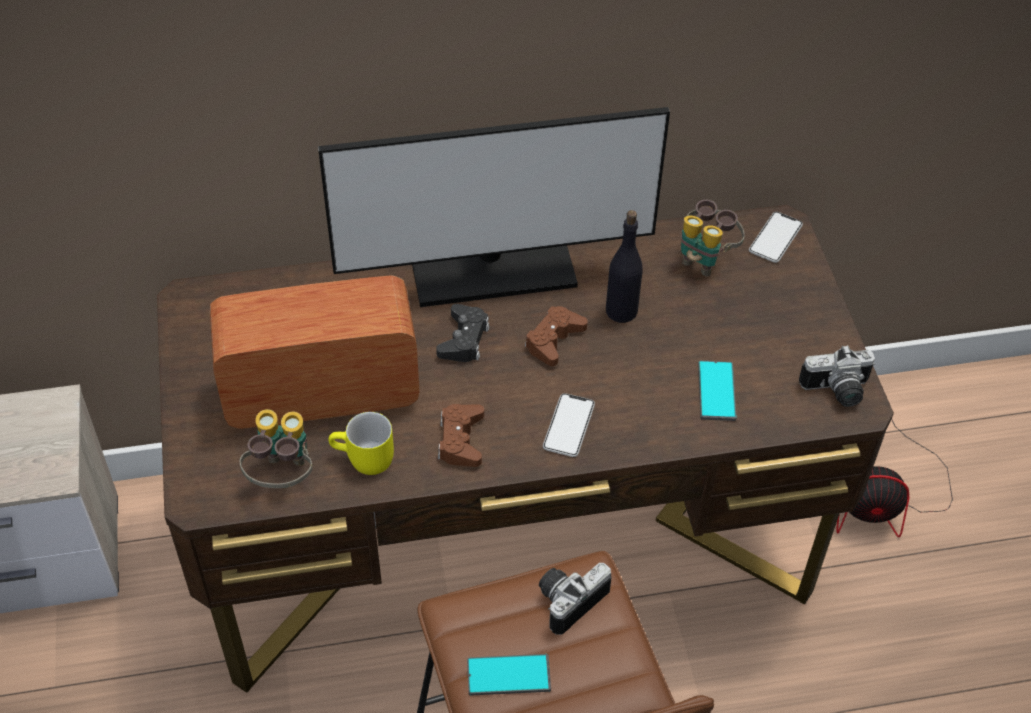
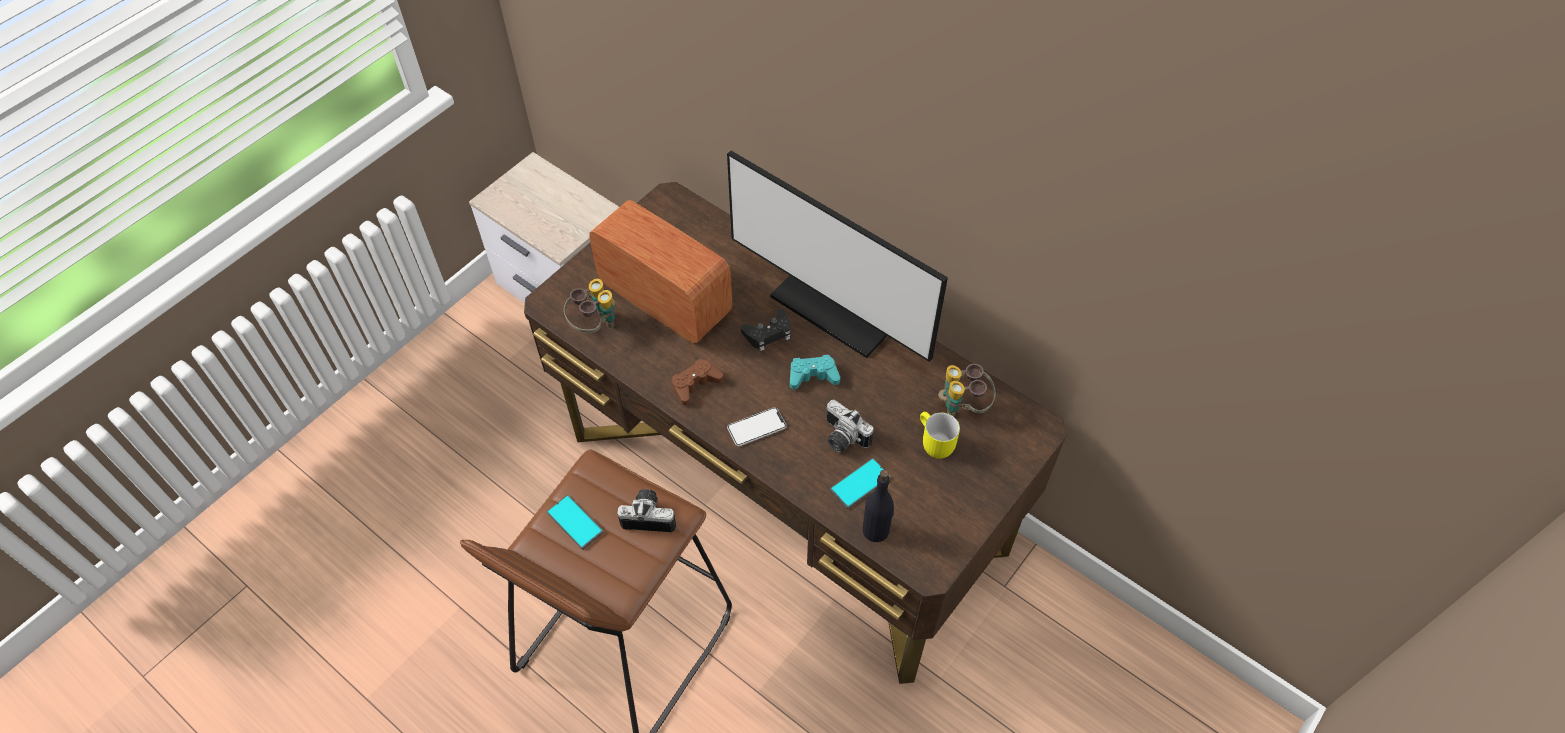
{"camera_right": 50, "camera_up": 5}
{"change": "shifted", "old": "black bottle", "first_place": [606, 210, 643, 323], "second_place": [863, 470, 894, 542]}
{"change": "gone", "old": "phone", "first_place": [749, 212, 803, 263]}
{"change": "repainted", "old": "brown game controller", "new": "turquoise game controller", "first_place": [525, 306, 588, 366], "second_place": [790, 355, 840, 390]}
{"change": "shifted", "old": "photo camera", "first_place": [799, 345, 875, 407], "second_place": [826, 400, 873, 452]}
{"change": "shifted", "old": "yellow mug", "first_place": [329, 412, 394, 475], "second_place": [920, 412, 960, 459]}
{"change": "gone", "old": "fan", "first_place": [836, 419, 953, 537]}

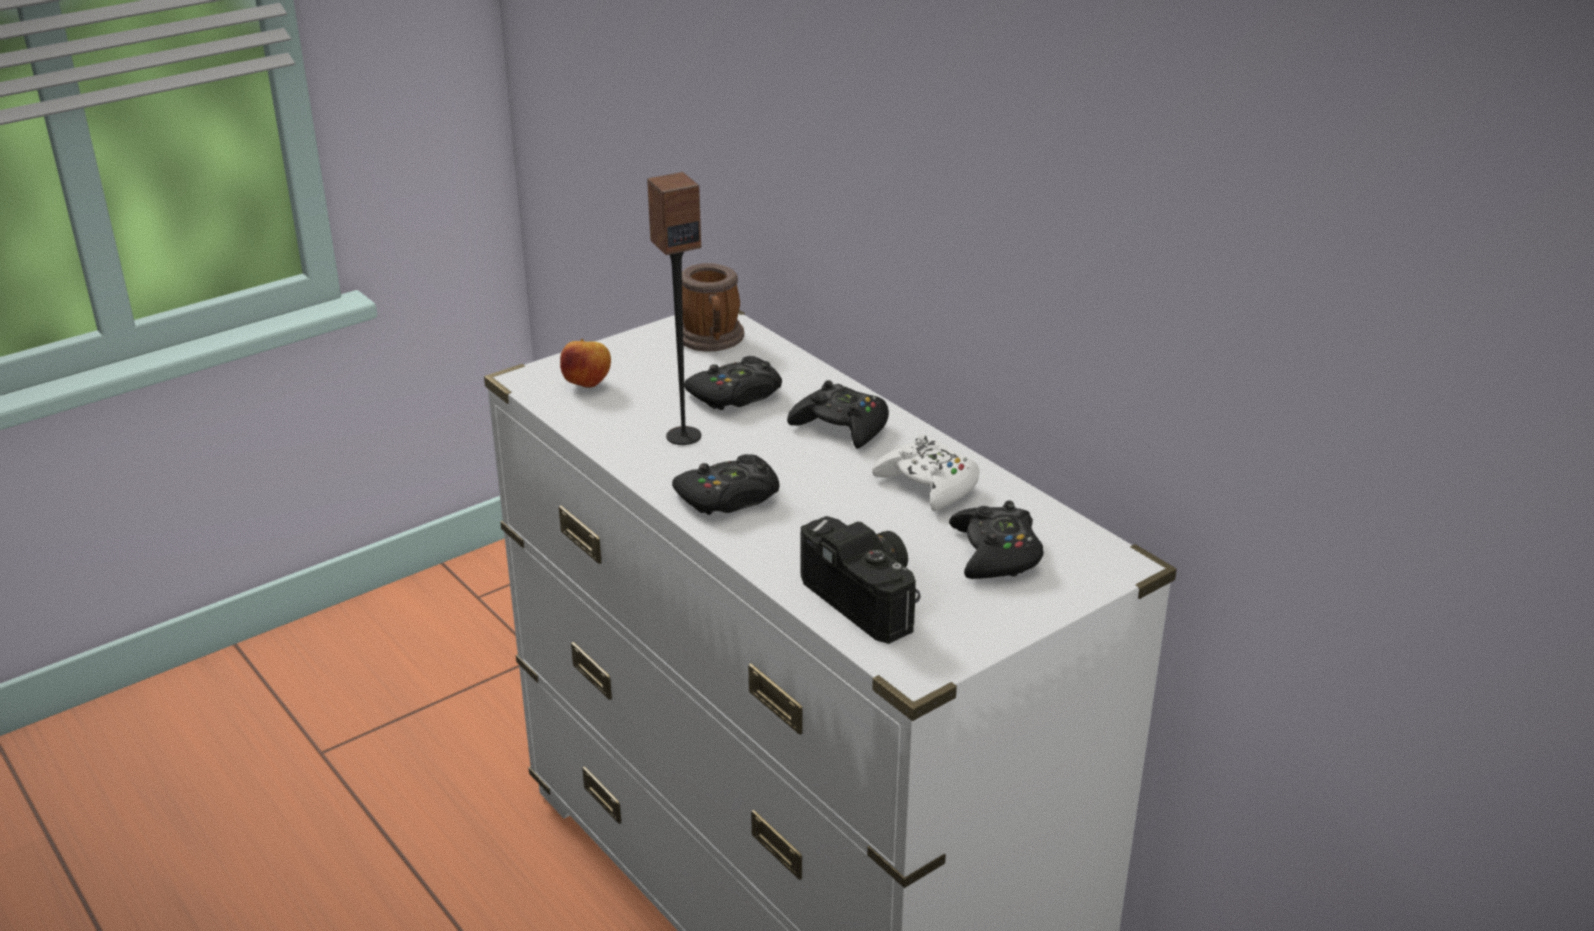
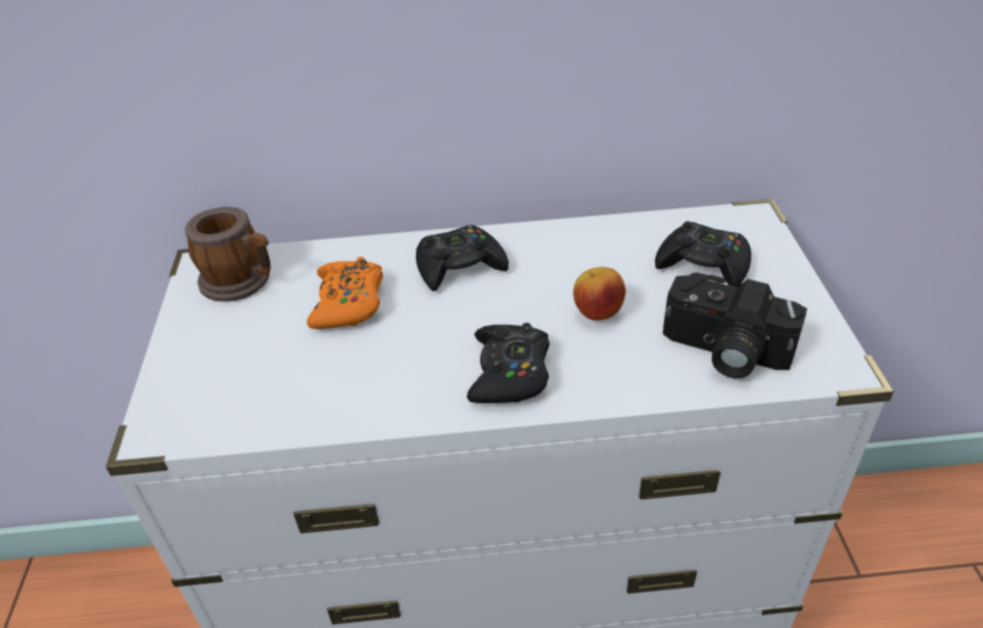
{"camera_right": -55, "camera_up": 10}
{"change": "gone", "old": "speaker", "first_place": [647, 172, 701, 445]}
{"change": "shifted", "old": "apple", "first_place": [560, 339, 611, 388], "second_place": [573, 267, 626, 320]}
{"change": "repainted", "old": "black game controller", "new": "orange game controller", "first_place": [684, 356, 782, 410], "second_place": [307, 257, 383, 329]}
{"change": "gone", "old": "white game controller", "first_place": [872, 434, 980, 511]}
{"change": "rotated", "old": "photo camera", "first_place": [800, 516, 921, 644], "second_place": [663, 272, 807, 378], "degrees": -150}

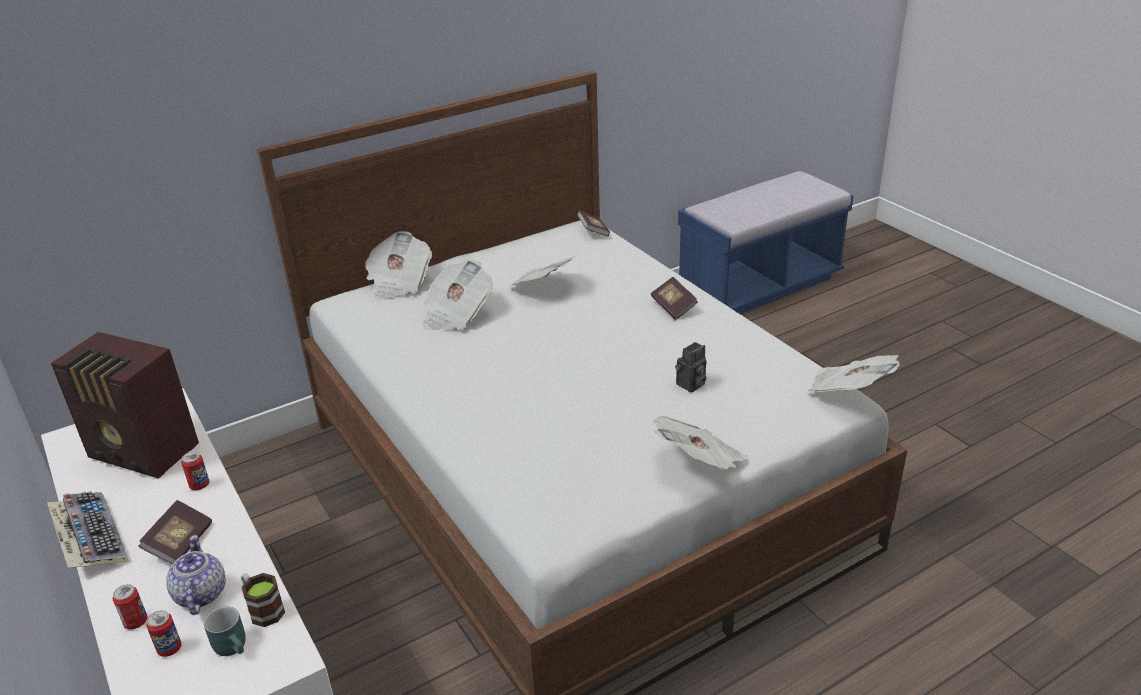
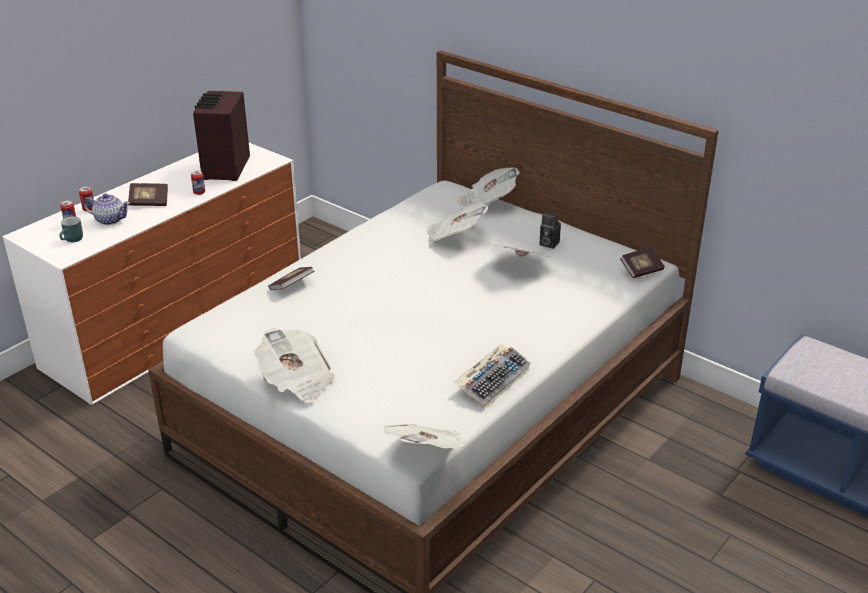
{"camera_right": 70, "camera_up": 0}
{"change": "shifted", "old": "book", "first_place": [651, 277, 698, 320], "second_place": [268, 267, 314, 290]}
{"change": "shifted", "old": "photo camera", "first_place": [675, 342, 706, 392], "second_place": [540, 212, 561, 249]}
{"change": "shifted", "old": "keyboard", "first_place": [47, 491, 129, 568], "second_place": [454, 344, 531, 409]}
{"change": "rotated", "old": "teapot", "first_place": [166, 535, 226, 615], "second_place": [84, 193, 130, 225], "degrees": 45}
{"change": "gone", "old": "mug", "first_place": [241, 573, 285, 627]}

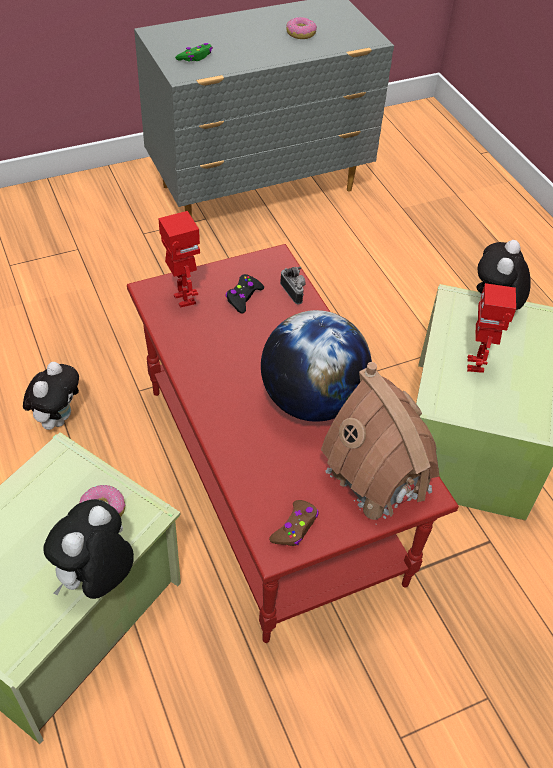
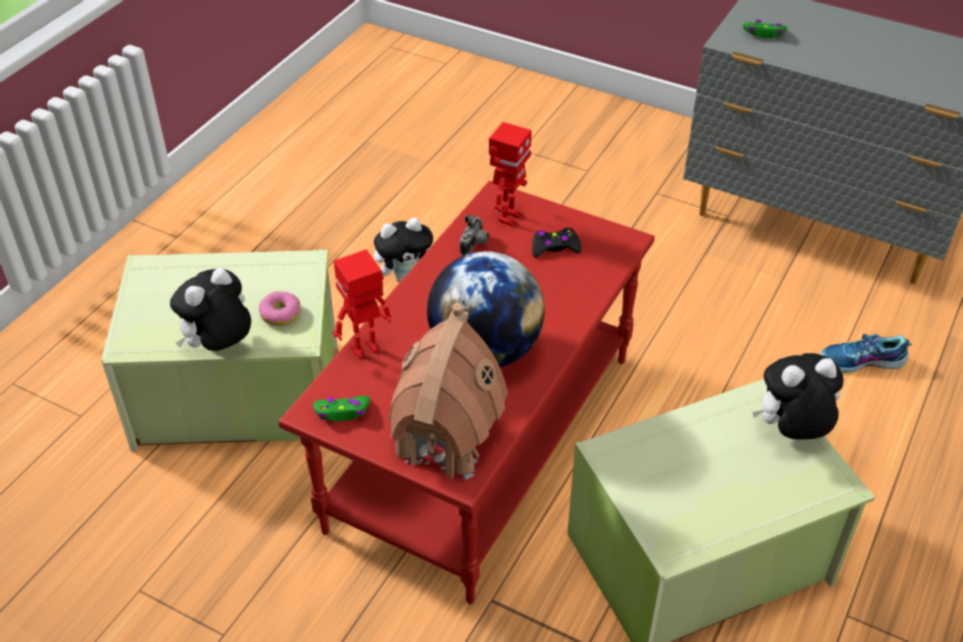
{"camera_right": 55, "camera_up": -5}
{"change": "gone", "old": "donut", "first_place": [286, 17, 317, 39]}
{"change": "shifted", "old": "photo camera", "first_place": [280, 267, 306, 304], "second_place": [460, 214, 489, 256]}
{"change": "shifted", "old": "toy robot", "first_place": [467, 283, 516, 373], "second_place": [332, 249, 391, 359]}
{"change": "rotated", "old": "plush toy", "first_place": [43, 499, 134, 599], "second_place": [170, 268, 251, 351], "degrees": -45}
{"change": "repainted", "old": "brown game controller", "new": "green game controller", "first_place": [269, 500, 319, 546], "second_place": [313, 396, 370, 421]}
{"change": "new", "new": "shoe", "second_place": [820, 334, 912, 373]}

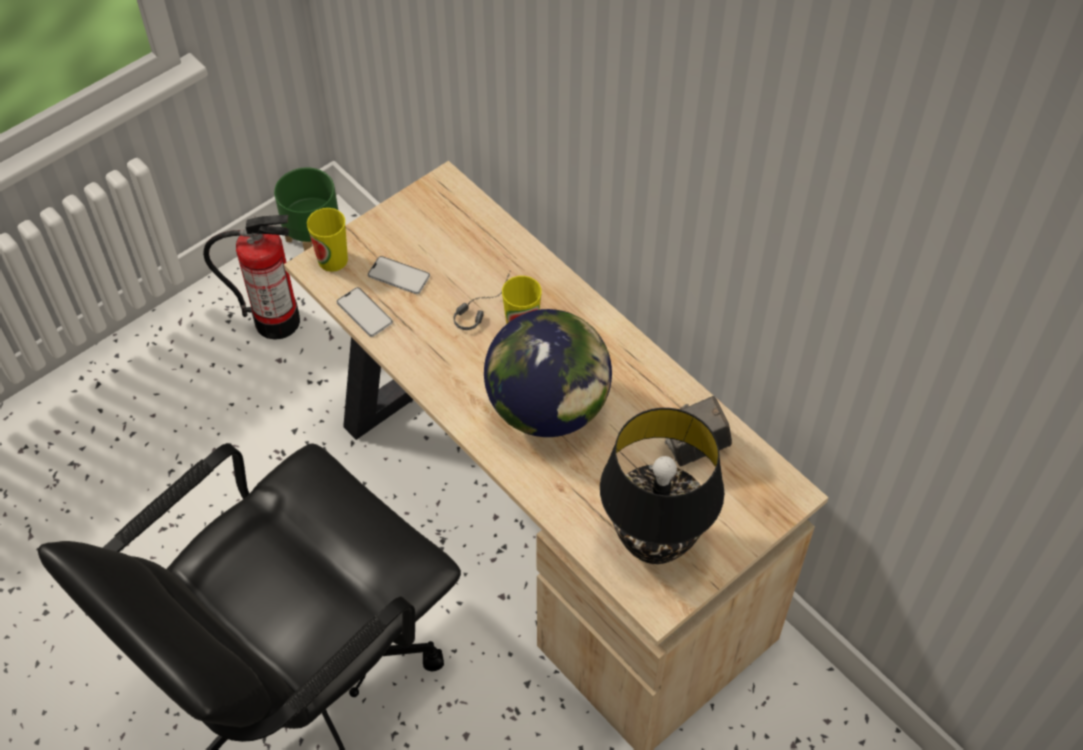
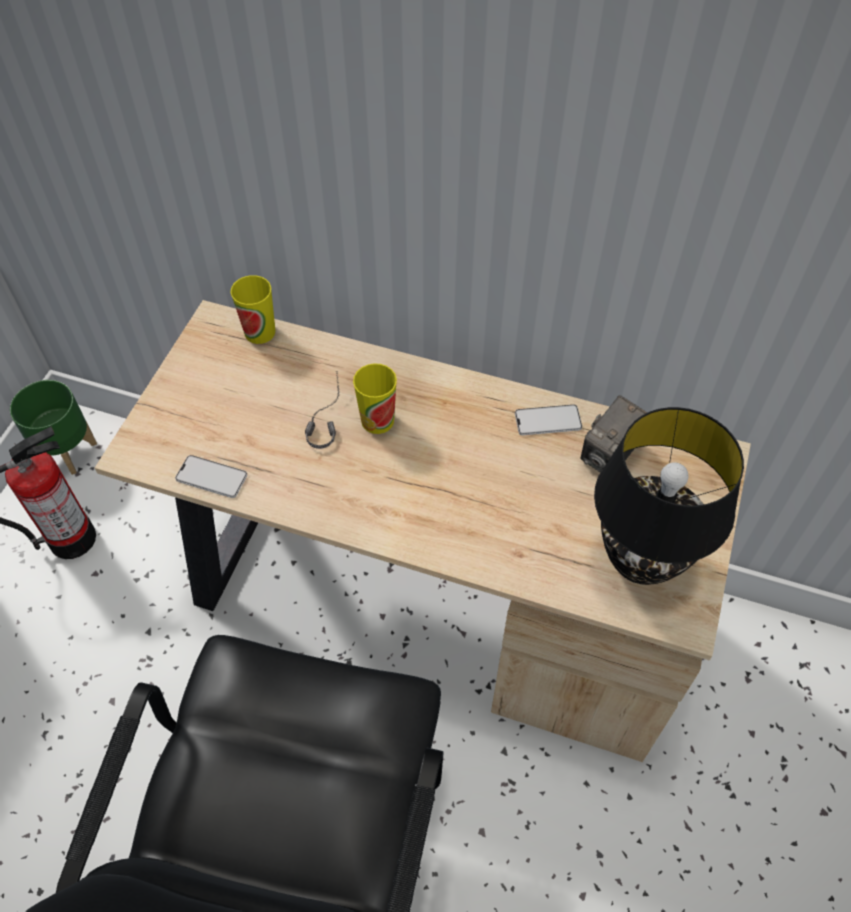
{"camera_right": -30, "camera_up": 0}
{"change": "shifted", "old": "cup", "first_place": [307, 208, 348, 272], "second_place": [230, 275, 275, 344]}
{"change": "shifted", "old": "phone", "first_place": [368, 256, 430, 294], "second_place": [515, 405, 582, 435]}
{"change": "gone", "old": "globe", "first_place": [484, 309, 612, 437]}

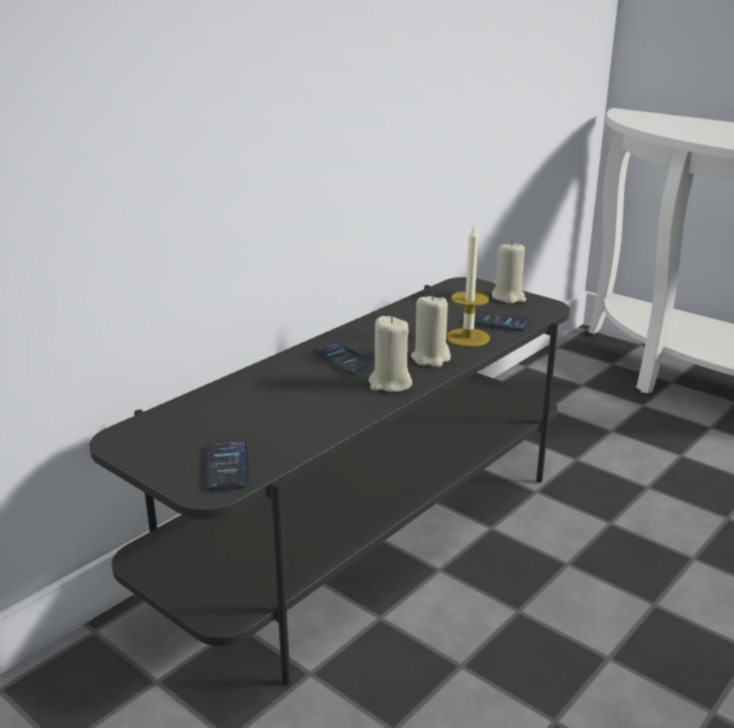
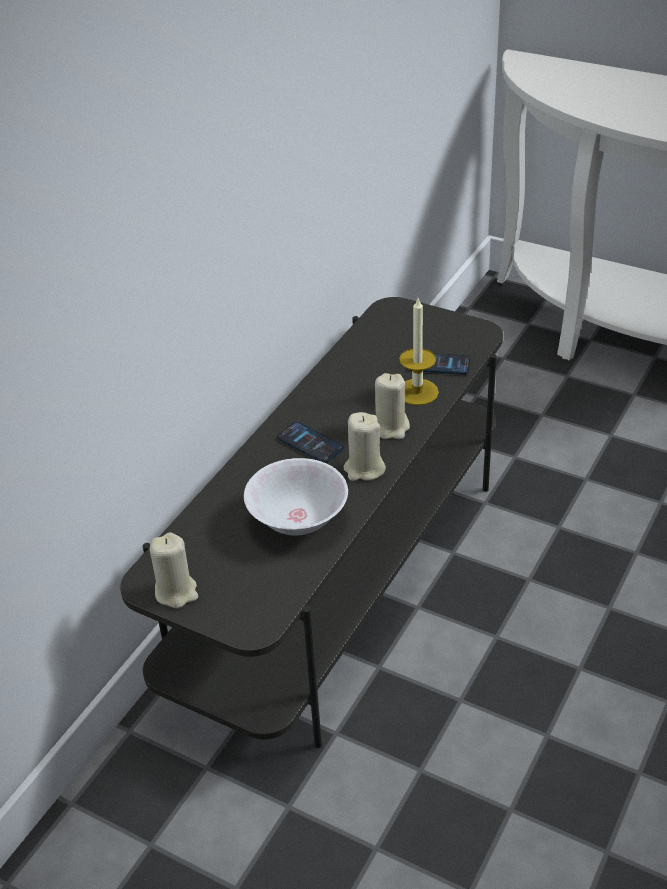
{"camera_right": -10, "camera_up": 15}
{"change": "shifted", "old": "beige candle", "first_place": [492, 241, 526, 304], "second_place": [149, 532, 198, 608]}
{"change": "gone", "old": "phone", "first_place": [205, 440, 250, 491]}
{"change": "new", "new": "white bowl", "second_place": [244, 458, 348, 536]}

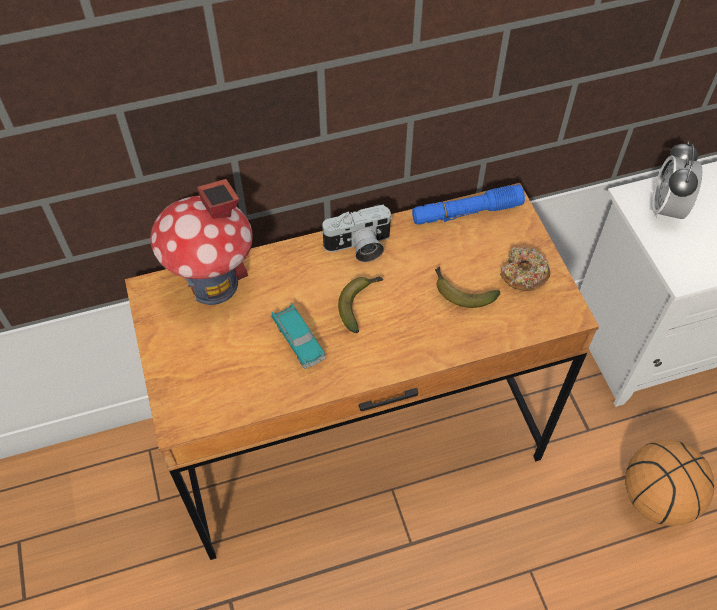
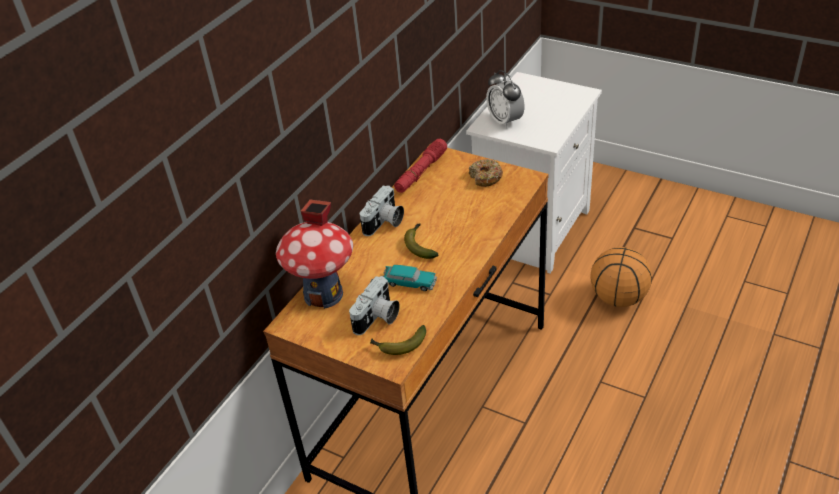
{"camera_right": -40, "camera_up": -15}
{"change": "repainted", "old": "blue flashlight", "new": "red flashlight", "first_place": [412, 185, 525, 225], "second_place": [394, 139, 447, 193]}
{"change": "shifted", "old": "banana", "first_place": [435, 267, 500, 308], "second_place": [370, 325, 426, 355]}
{"change": "new", "new": "photo camera", "second_place": [349, 276, 400, 335]}

